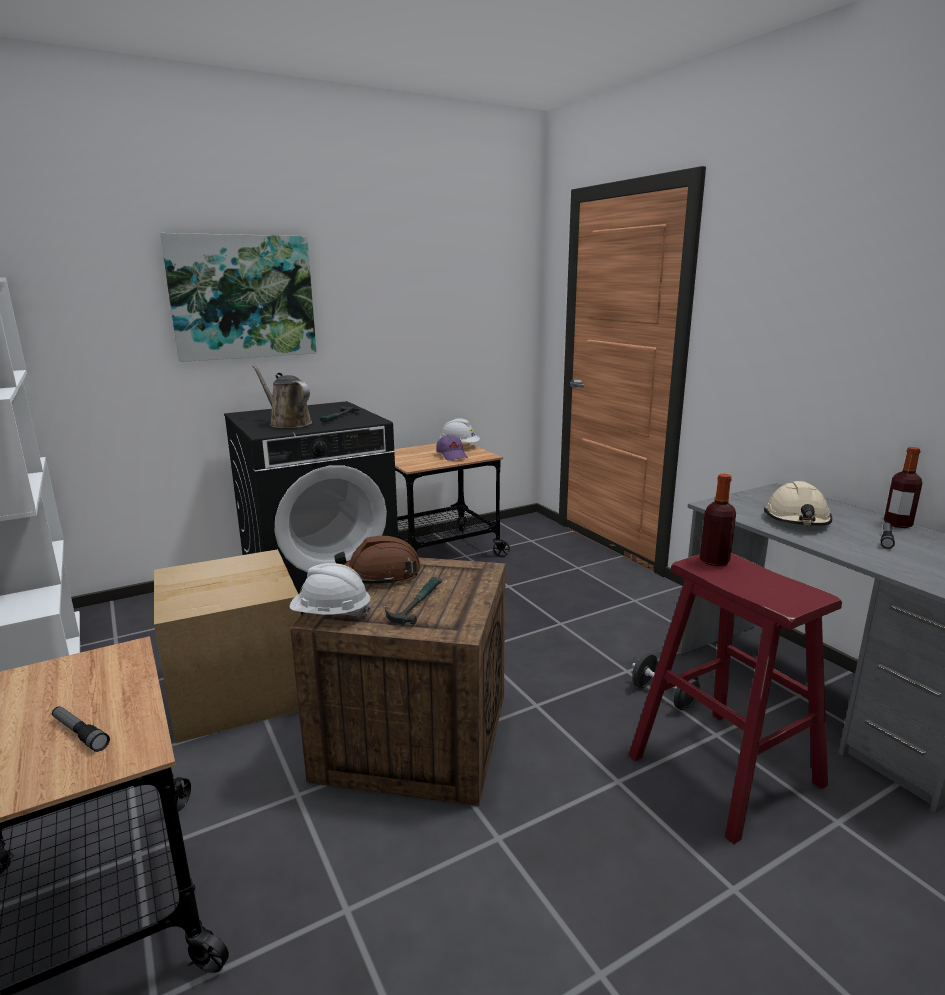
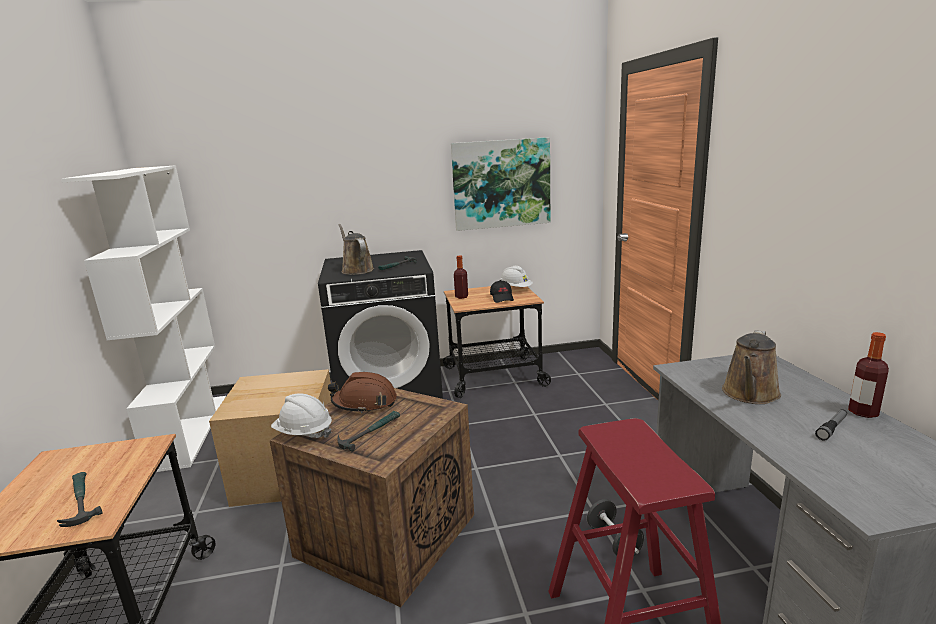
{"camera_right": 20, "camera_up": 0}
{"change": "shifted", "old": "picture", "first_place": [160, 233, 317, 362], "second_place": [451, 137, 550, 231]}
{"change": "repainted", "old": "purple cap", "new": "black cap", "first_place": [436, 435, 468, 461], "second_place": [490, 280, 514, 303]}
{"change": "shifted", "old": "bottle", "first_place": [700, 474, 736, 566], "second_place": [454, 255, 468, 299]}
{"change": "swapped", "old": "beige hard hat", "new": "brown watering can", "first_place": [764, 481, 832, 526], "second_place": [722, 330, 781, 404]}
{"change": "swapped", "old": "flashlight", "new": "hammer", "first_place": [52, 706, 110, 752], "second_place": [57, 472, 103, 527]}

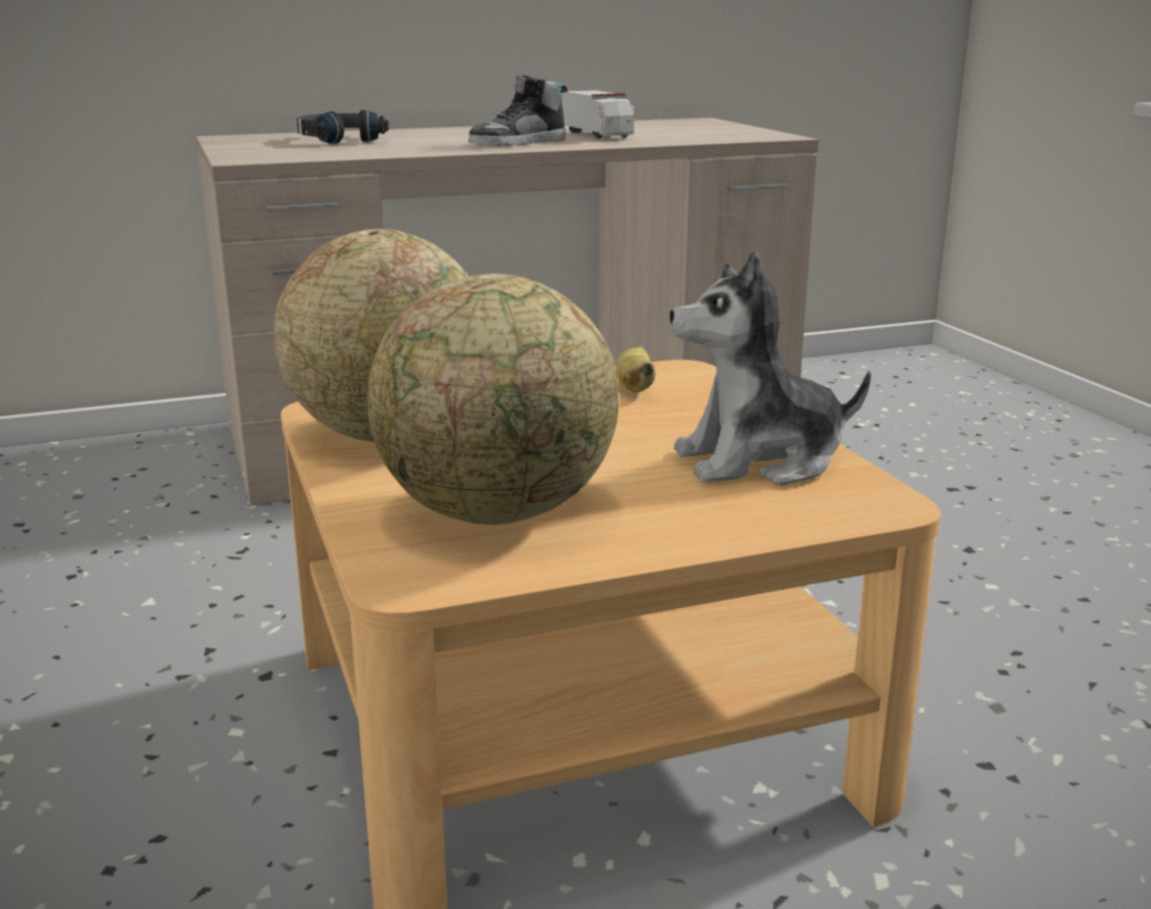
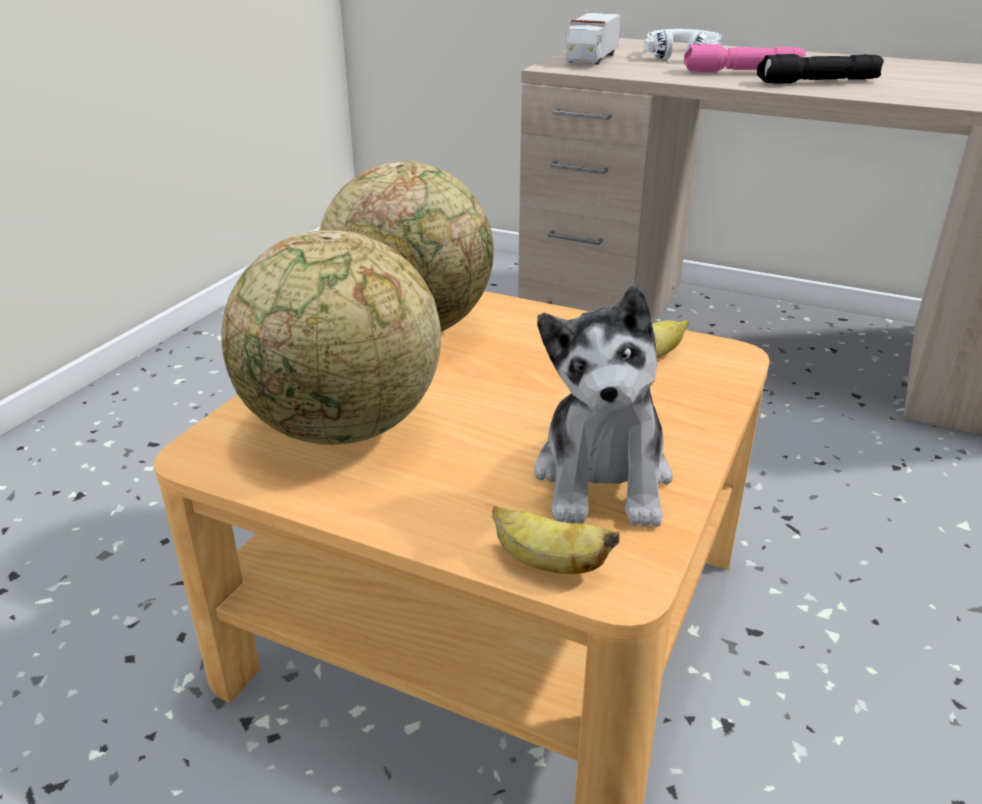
{"camera_right": 45, "camera_up": 10}
{"change": "swapped", "old": "shoe", "new": "black flashlight", "first_place": [468, 74, 568, 146], "second_place": [757, 54, 884, 84]}
{"change": "shifted", "old": "toy truck", "first_place": [562, 90, 634, 139], "second_place": [565, 13, 621, 65]}
{"change": "repainted", "old": "black headphones", "new": "white headphones", "first_place": [297, 110, 389, 144], "second_place": [644, 29, 723, 59]}
{"change": "rotated", "old": "plush toy", "first_place": [670, 250, 871, 486], "second_place": [534, 285, 673, 527], "degrees": -120}
{"change": "new", "new": "pink flashlight", "second_place": [684, 44, 806, 72]}
{"change": "new", "new": "banana", "second_place": [492, 506, 619, 574]}

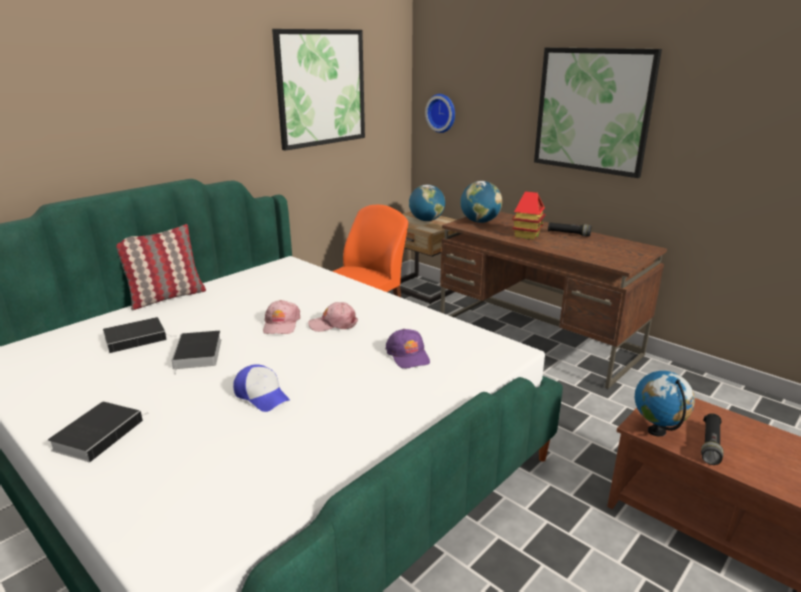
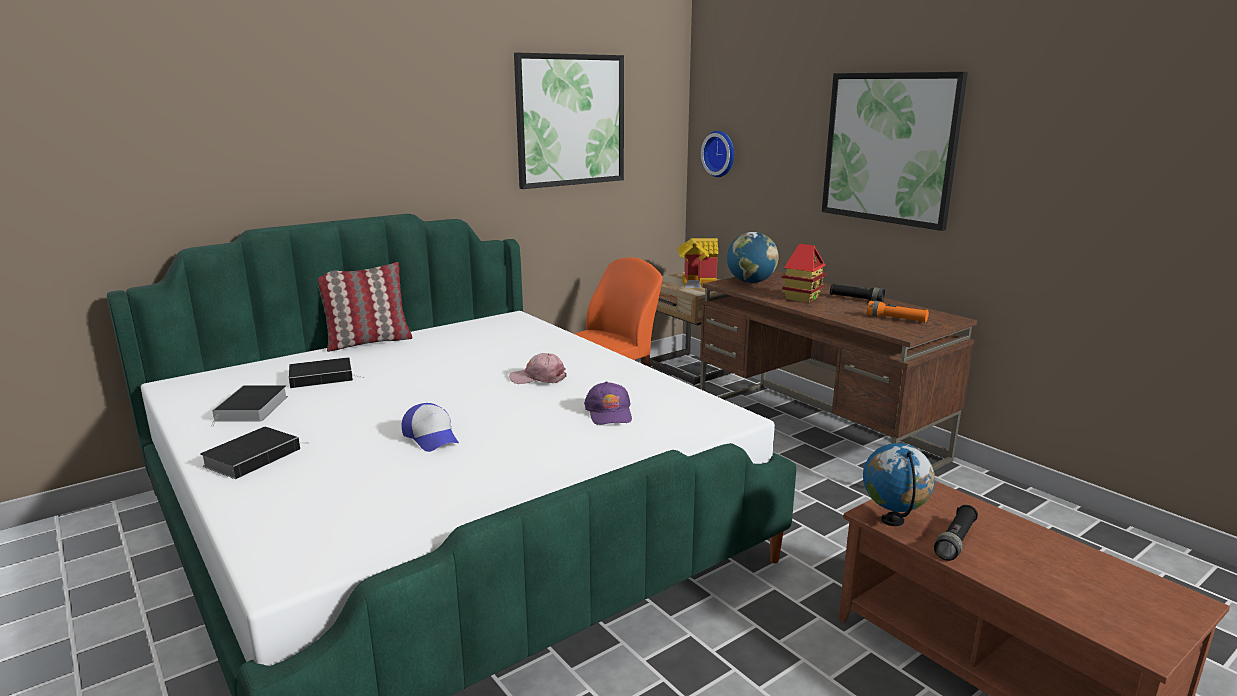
{"camera_right": 10, "camera_up": -5}
{"change": "swapped", "old": "globe", "new": "toy house", "first_place": [409, 184, 445, 221], "second_place": [677, 238, 719, 288]}
{"change": "gone", "old": "pink cap", "first_place": [263, 300, 300, 334]}
{"change": "shifted", "old": "book", "first_place": [171, 331, 221, 375], "second_place": [211, 385, 288, 427]}
{"change": "new", "new": "orange flashlight", "second_place": [867, 301, 929, 323]}

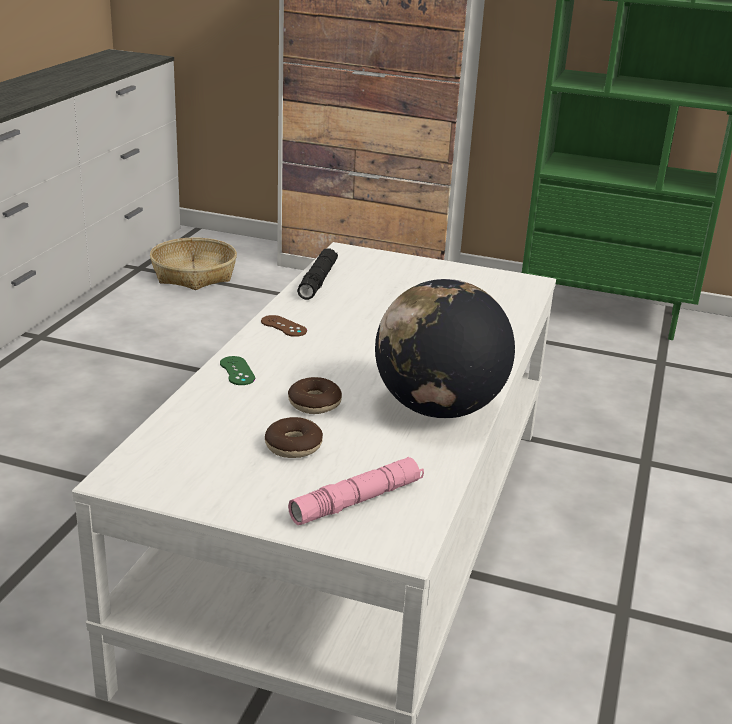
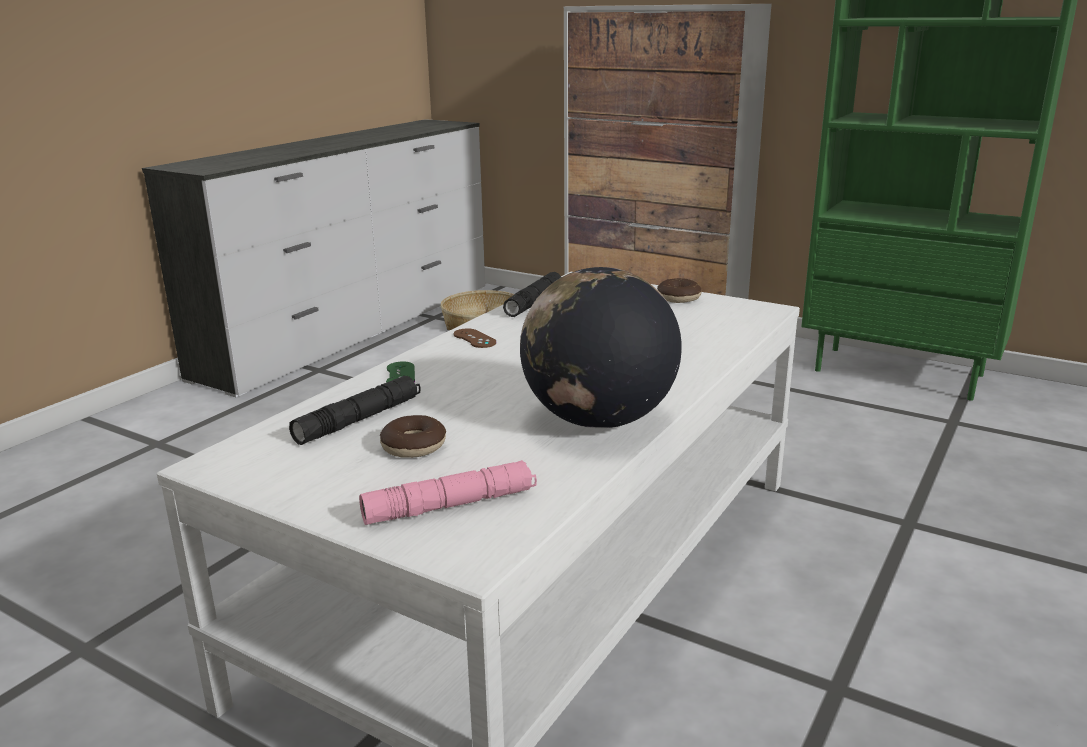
{"camera_right": 15, "camera_up": -5}
{"change": "shifted", "old": "donut", "first_place": [288, 377, 342, 414], "second_place": [657, 278, 701, 303]}
{"change": "new", "new": "black flashlight", "second_place": [289, 376, 421, 445]}

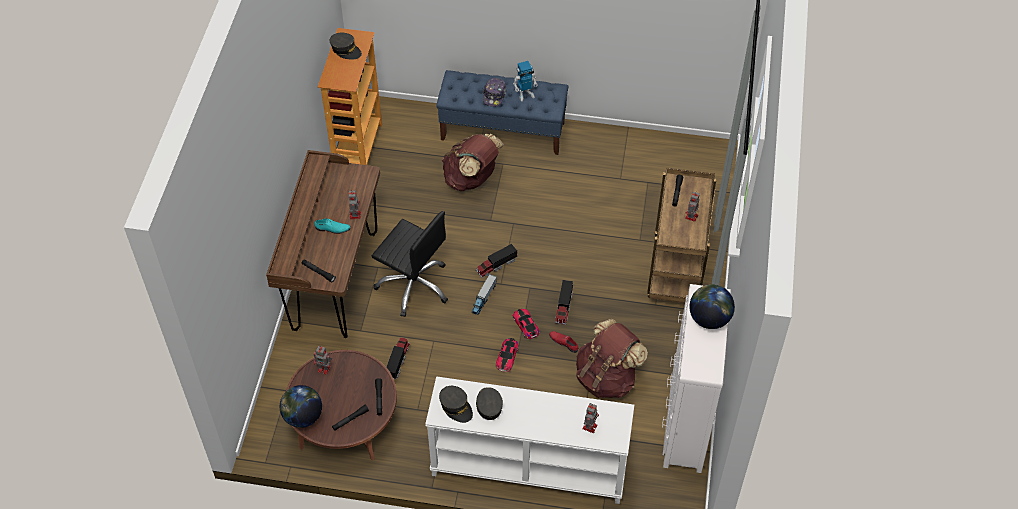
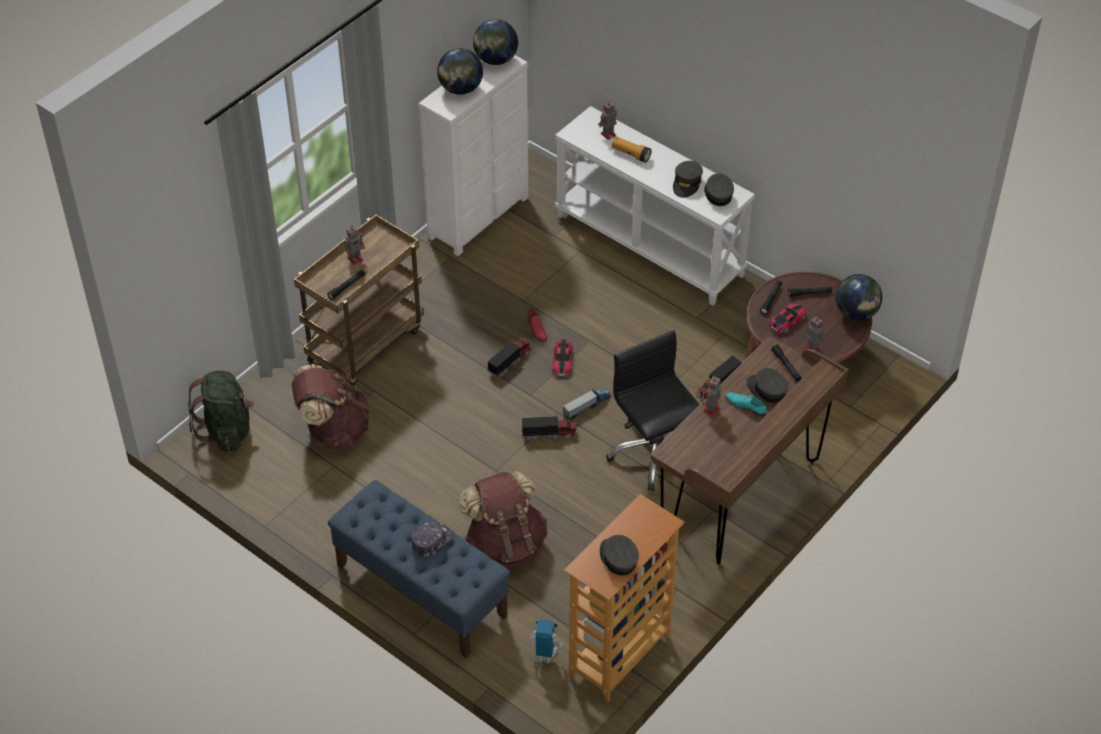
{"camera_right": -150, "camera_up": -5}
{"change": "shifted", "old": "toy robot", "first_place": [513, 61, 538, 102], "second_place": [528, 619, 564, 663]}
{"change": "shifted", "old": "brown backpack", "first_place": [576, 319, 648, 398], "second_place": [291, 364, 371, 449]}
{"change": "shifted", "old": "toy car", "first_place": [496, 338, 519, 372], "second_place": [769, 303, 806, 334]}
{"change": "new", "new": "globe", "second_place": [473, 19, 518, 65]}
{"change": "new", "new": "flashlight", "second_place": [612, 137, 651, 163]}
{"change": "new", "new": "grey cap", "second_place": [747, 368, 788, 403]}
{"change": "new", "new": "green backpack", "second_place": [187, 371, 254, 452]}

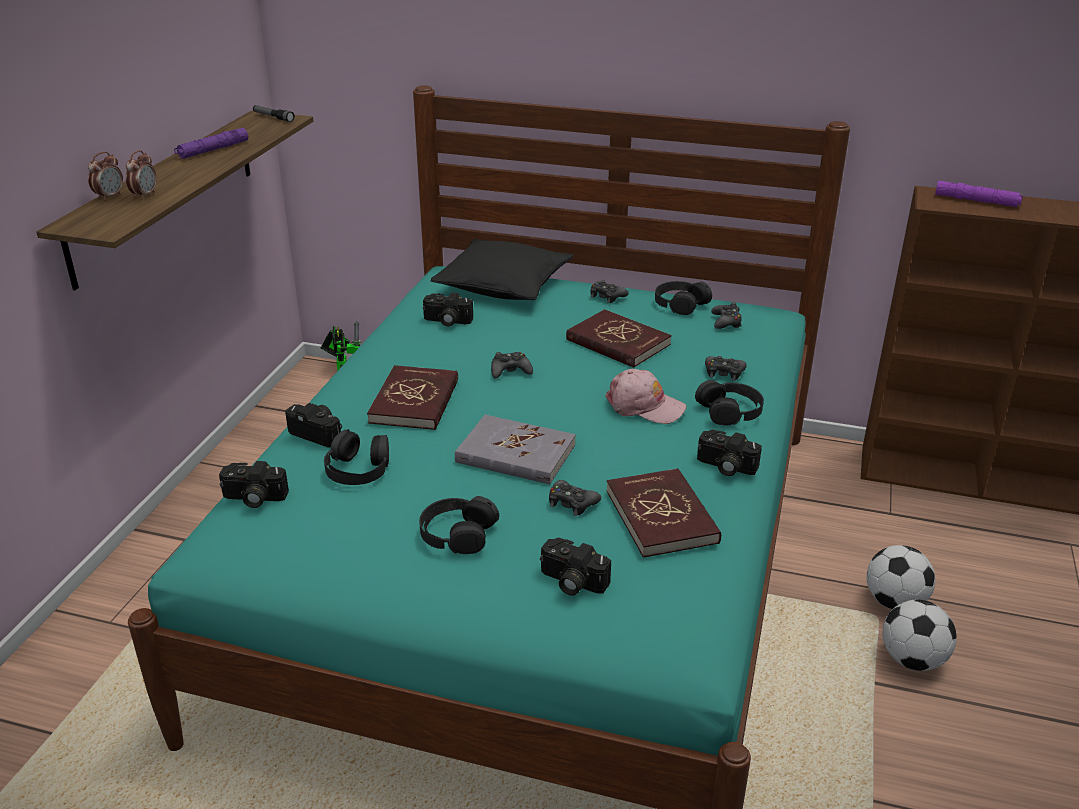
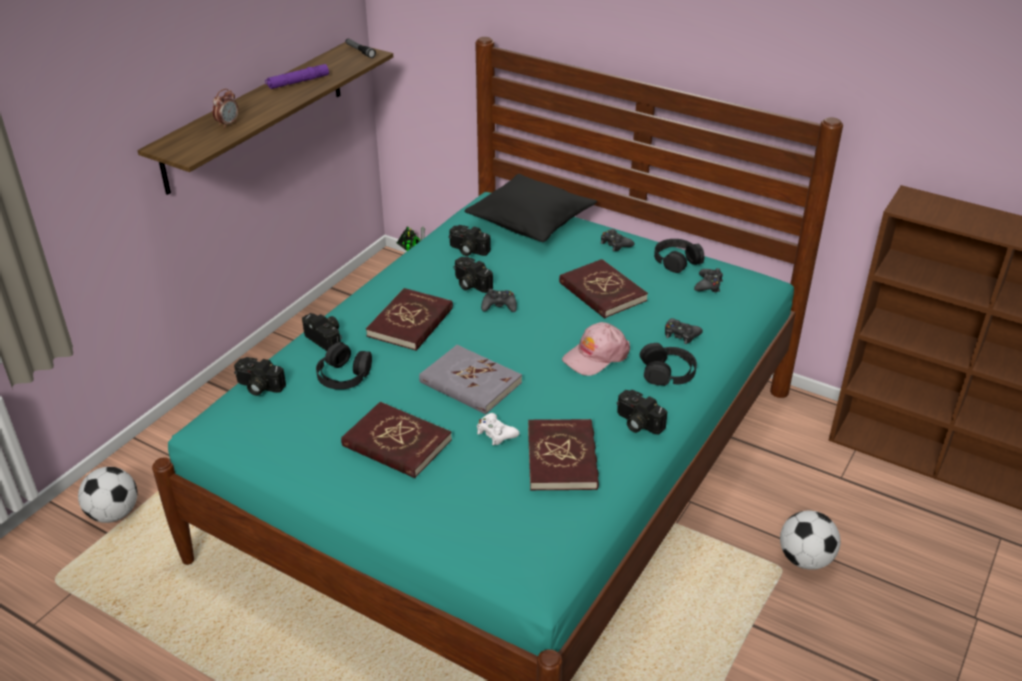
{"camera_right": 15, "camera_up": 5}
{"change": "gone", "old": "alarm clock", "first_place": [88, 152, 123, 201]}
{"change": "gone", "old": "purple flashlight", "first_place": [935, 181, 1023, 207]}
{"change": "rotated", "old": "pink cap", "first_place": [605, 369, 686, 424], "second_place": [562, 322, 630, 376], "degrees": 105}
{"change": "repainted", "old": "black game controller", "new": "white game controller", "first_place": [549, 480, 601, 516], "second_place": [477, 413, 520, 446]}
{"change": "swapped", "old": "black headphones", "new": "red book", "first_place": [419, 496, 499, 554], "second_place": [341, 402, 452, 478]}
{"change": "shifted", "old": "photo camera", "first_place": [540, 538, 611, 596], "second_place": [454, 257, 493, 293]}
{"change": "shifted", "old": "football", "first_place": [882, 600, 957, 671], "second_place": [78, 467, 137, 523]}

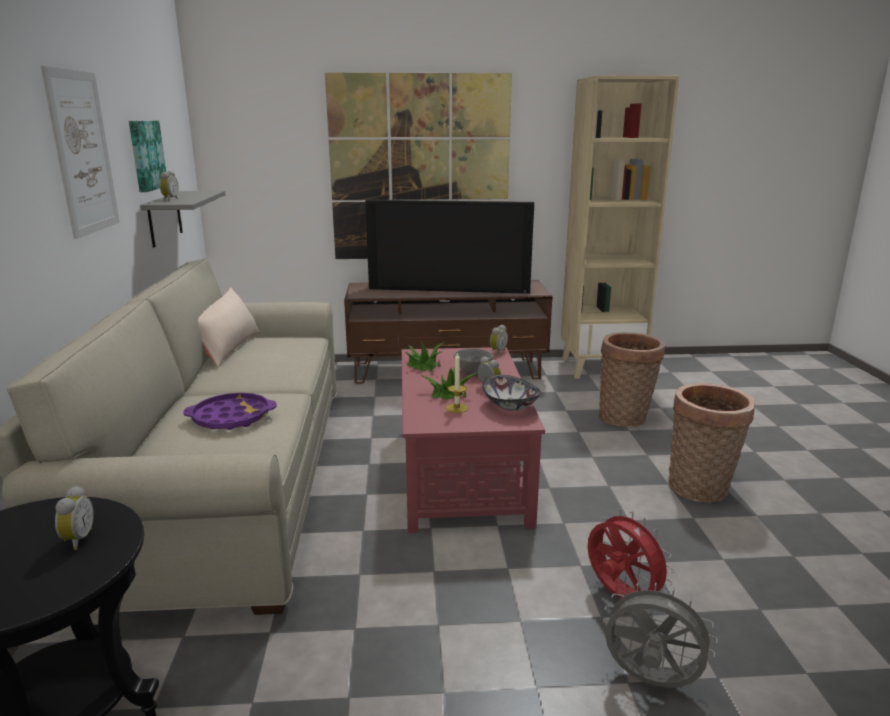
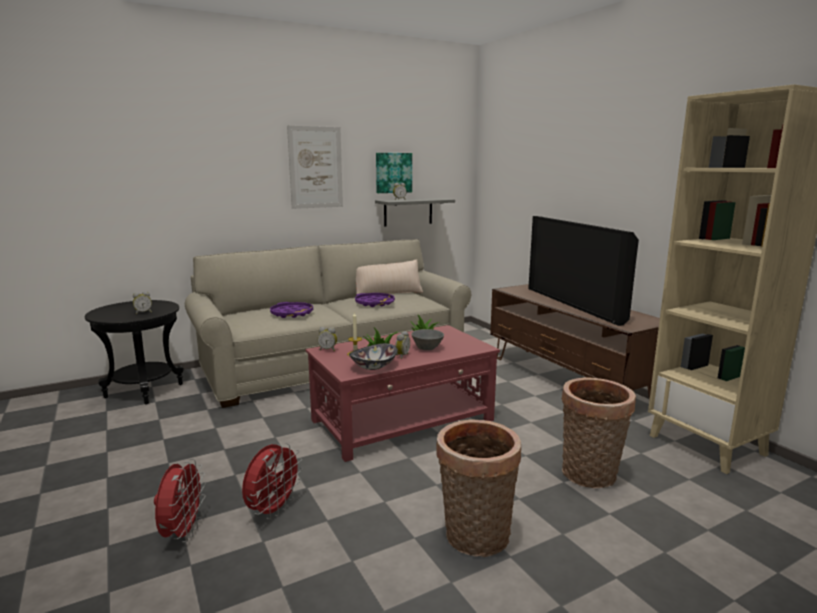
{"camera_right": 65, "camera_up": -5}
{"change": "gone", "old": "picture", "first_place": [325, 72, 512, 259]}
{"change": "shifted", "old": "alarm clock", "first_place": [490, 325, 508, 355], "second_place": [317, 327, 337, 351]}
{"change": "repainted", "old": "grey fan", "new": "red fan", "first_place": [603, 582, 718, 688], "second_place": [154, 459, 206, 542]}
{"change": "new", "new": "purple tray", "second_place": [355, 293, 395, 307]}

